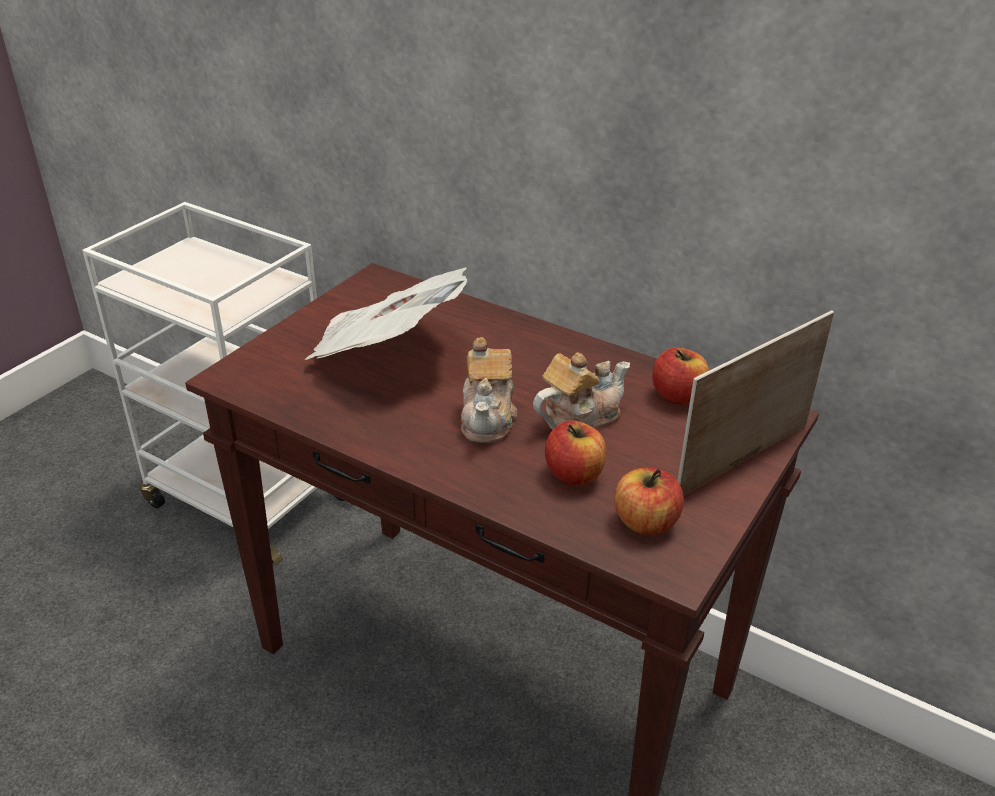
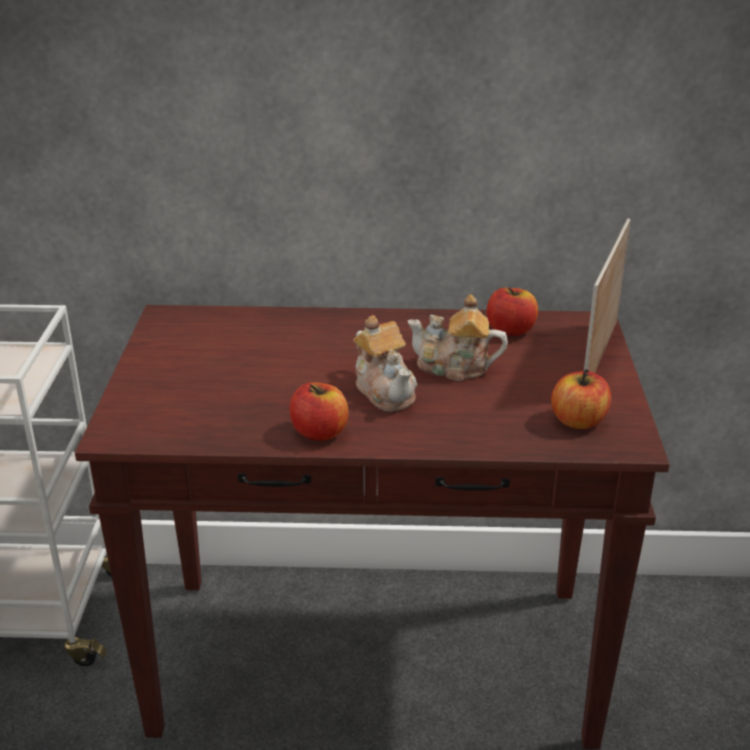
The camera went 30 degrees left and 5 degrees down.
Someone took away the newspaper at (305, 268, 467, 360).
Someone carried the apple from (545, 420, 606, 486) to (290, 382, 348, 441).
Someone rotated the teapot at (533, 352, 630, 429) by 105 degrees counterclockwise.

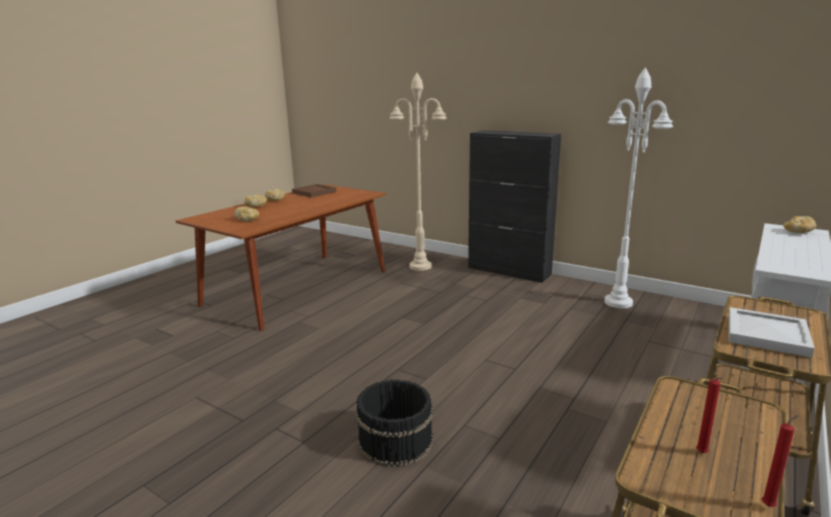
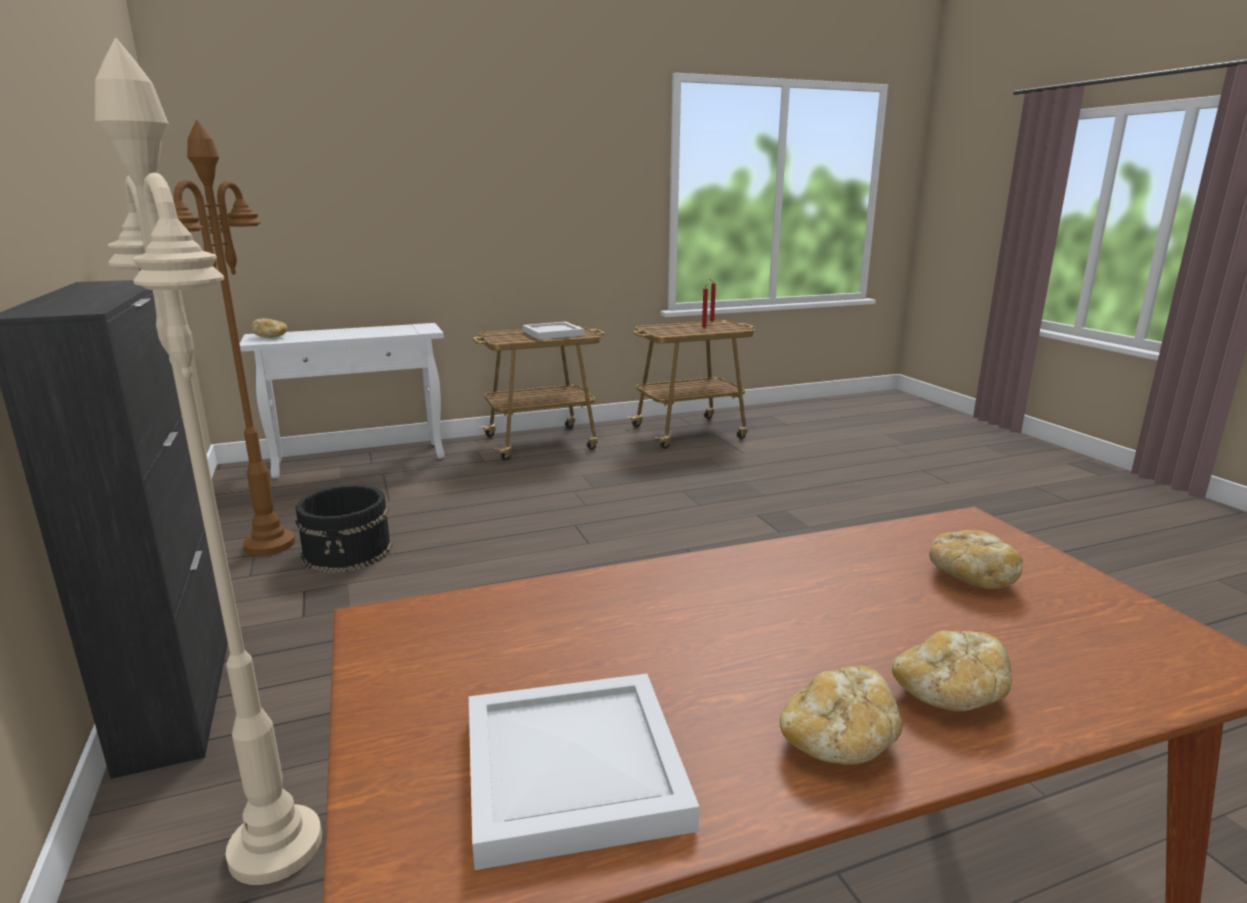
The camera went 145 degrees left and 0 degrees up.
Someone carried the black bucket from (355, 379, 433, 467) to (295, 485, 392, 573).
Someone repainted the brown tray at (292, 184, 336, 198), which became the white tray at (469, 674, 699, 870).
Someone repainted the white floor lamp at (604, 67, 673, 308), which became the brown floor lamp at (174, 120, 295, 556).

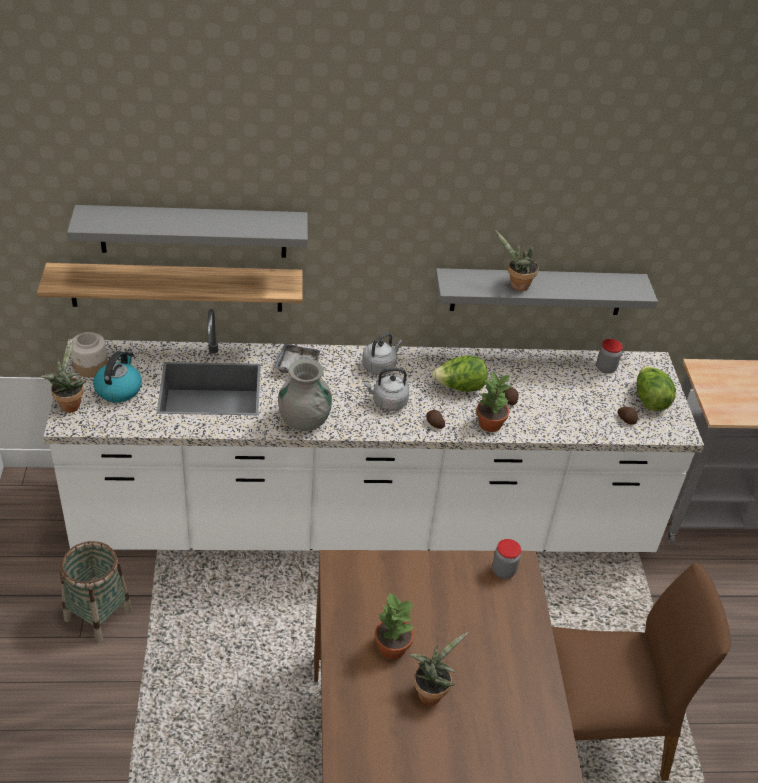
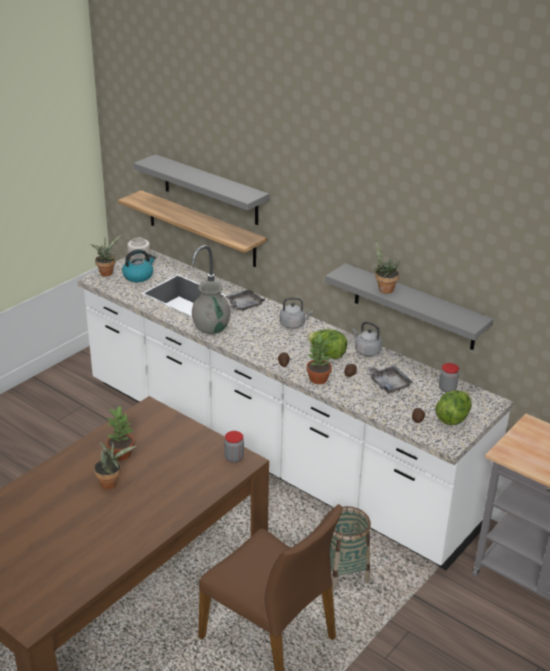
The camera went 45 degrees right and 10 degrees down.
Someone put down the grey tray at (367, 365, 414, 394).
Someone carried the basket from (60, 541, 132, 643) to (330, 506, 371, 590).
Someone carried the grey kettle from (364, 368, 409, 411) to (352, 322, 382, 356).

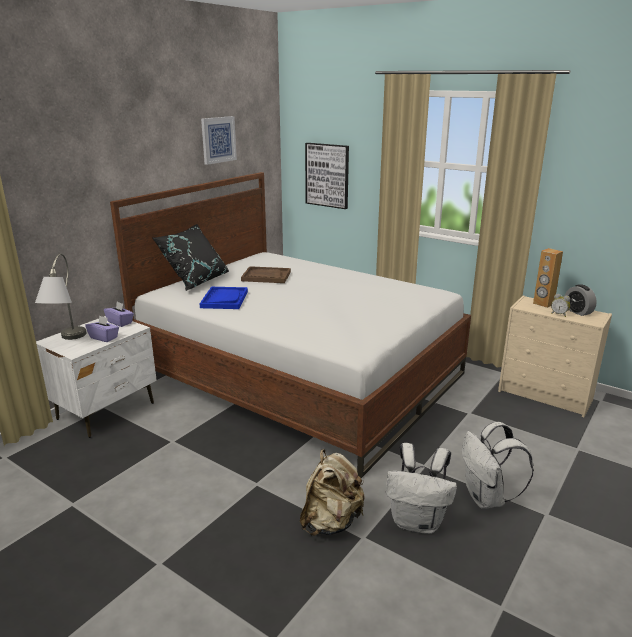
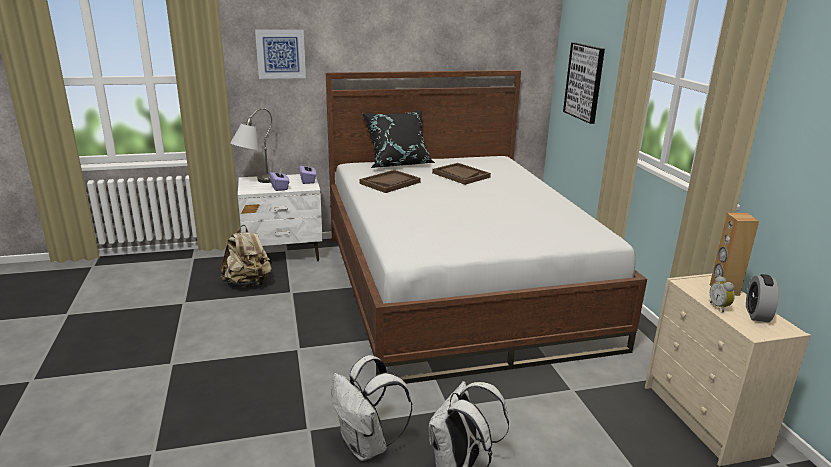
The camera went 40 degrees right and 0 degrees up.
Someone carried the picture from (201, 116, 237, 165) to (255, 30, 306, 79).
Someone carried the beige backpack from (300, 449, 365, 536) to (220, 225, 272, 287).
Someone repainted the blue tray at (200, 287, 248, 309), which became the brown tray at (360, 170, 421, 193).

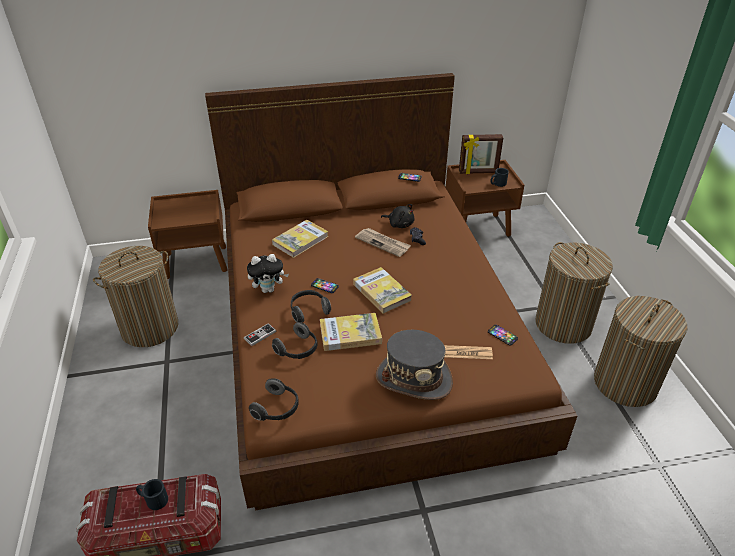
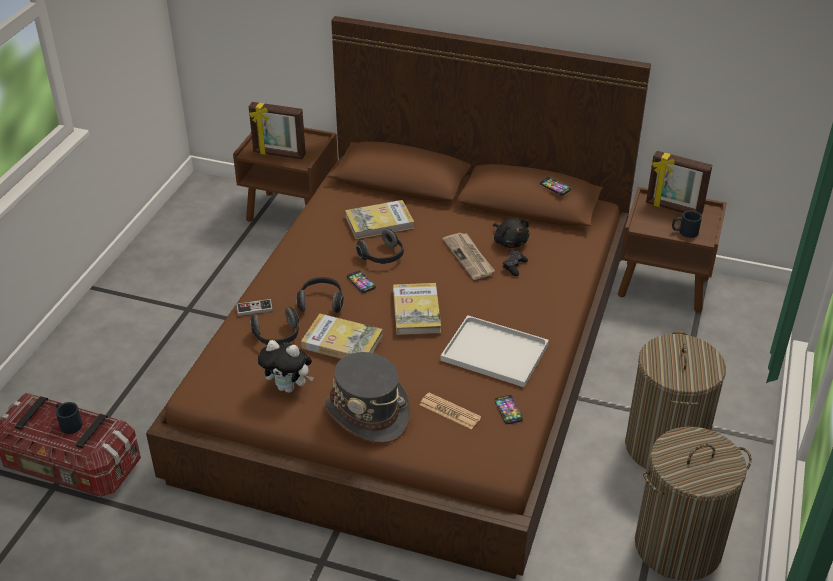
The camera went 30 degrees right and 0 degrees up.
Someone took away the laundry basket at (93, 246, 178, 347).
Someone put down the picture frame at (249, 102, 306, 159).
Someone put down the white tray at (440, 315, 549, 387).
Someone carried the plush toy from (247, 254, 289, 293) to (258, 340, 314, 393).
Someone carried the headphones from (249, 378, 299, 421) to (356, 228, 404, 264).

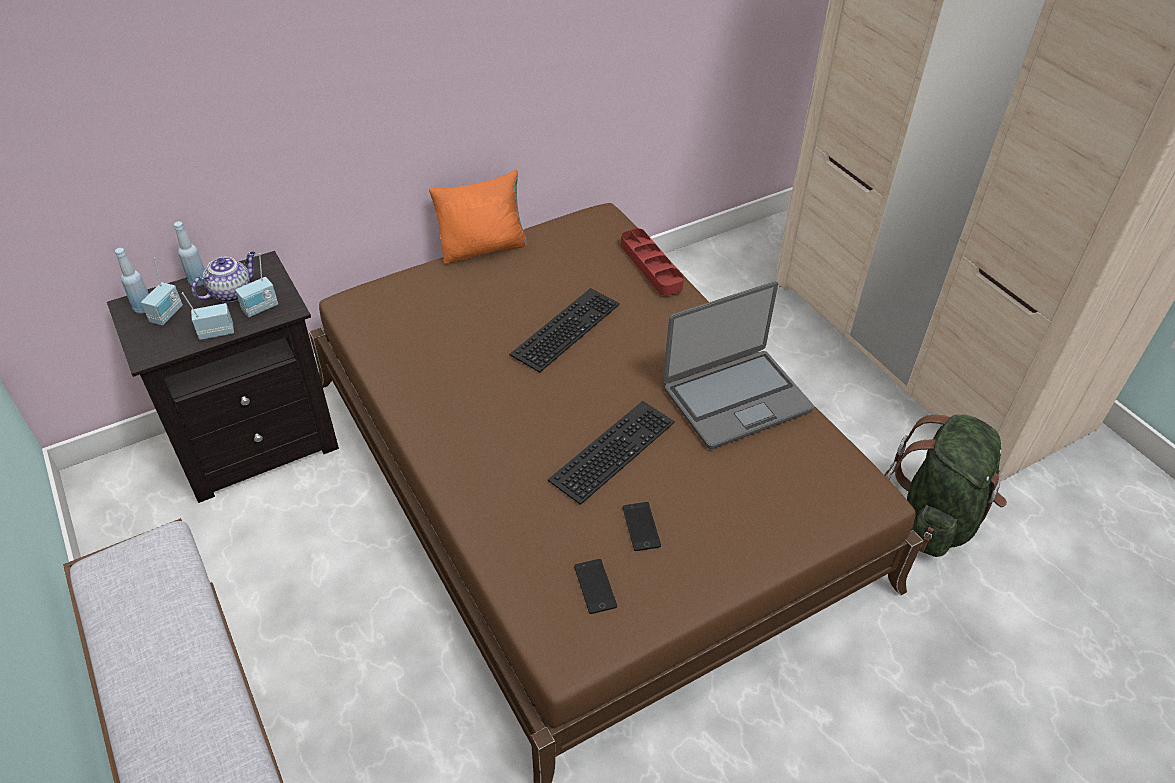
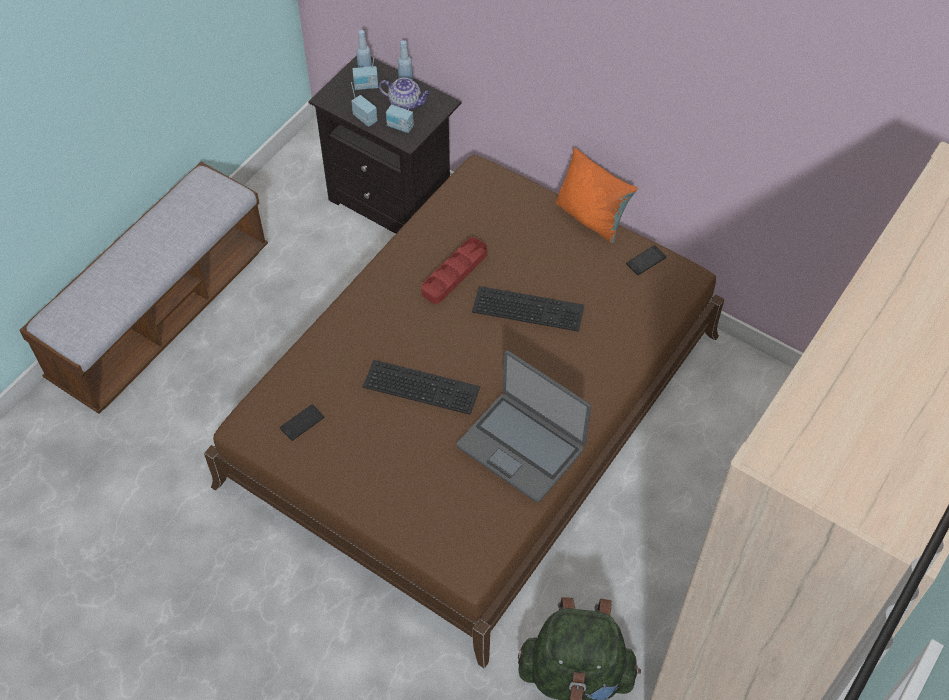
The camera went 65 degrees right and 10 degrees up.
Someone carried the red tray from (621, 228, 684, 296) to (421, 237, 487, 304).
Someone carried the phone from (623, 502, 661, 551) to (626, 245, 667, 275).

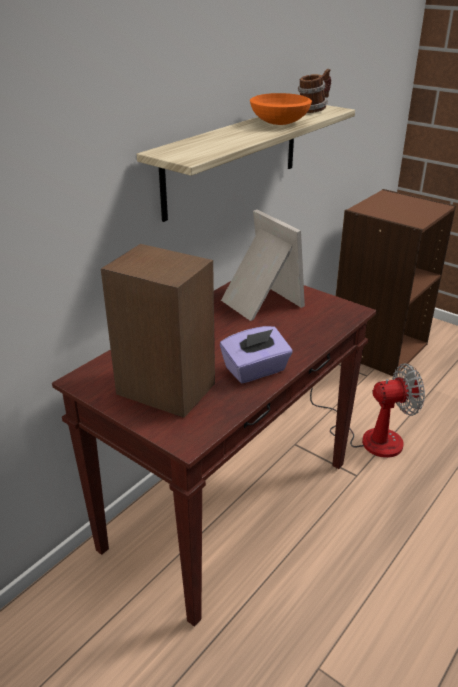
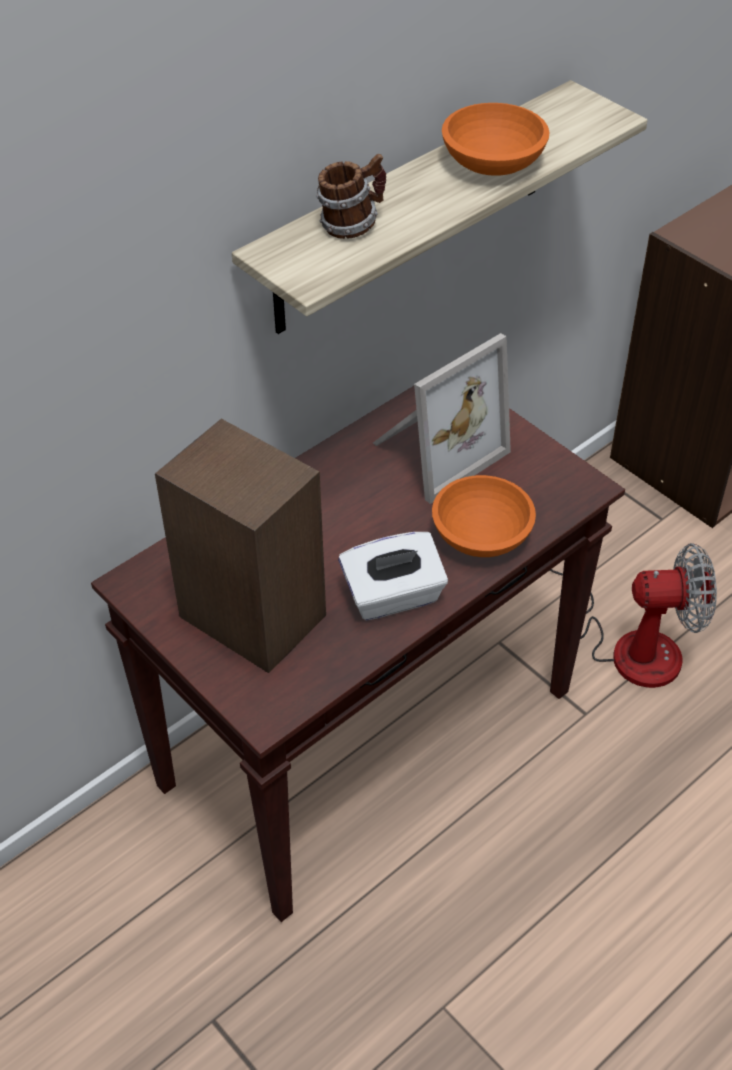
The camera went 10 degrees right and 15 degrees up.
Someone put down the orange bowl at (432, 475, 536, 557).
Someone carried the mug from (298, 69, 331, 113) to (316, 154, 386, 239).
Someone repainted the purple tissue box at (220, 326, 293, 383), which became the white tissue box at (338, 532, 448, 620).
Someone rotated the picture frame at (221, 210, 305, 321) by 75 degrees clockwise.

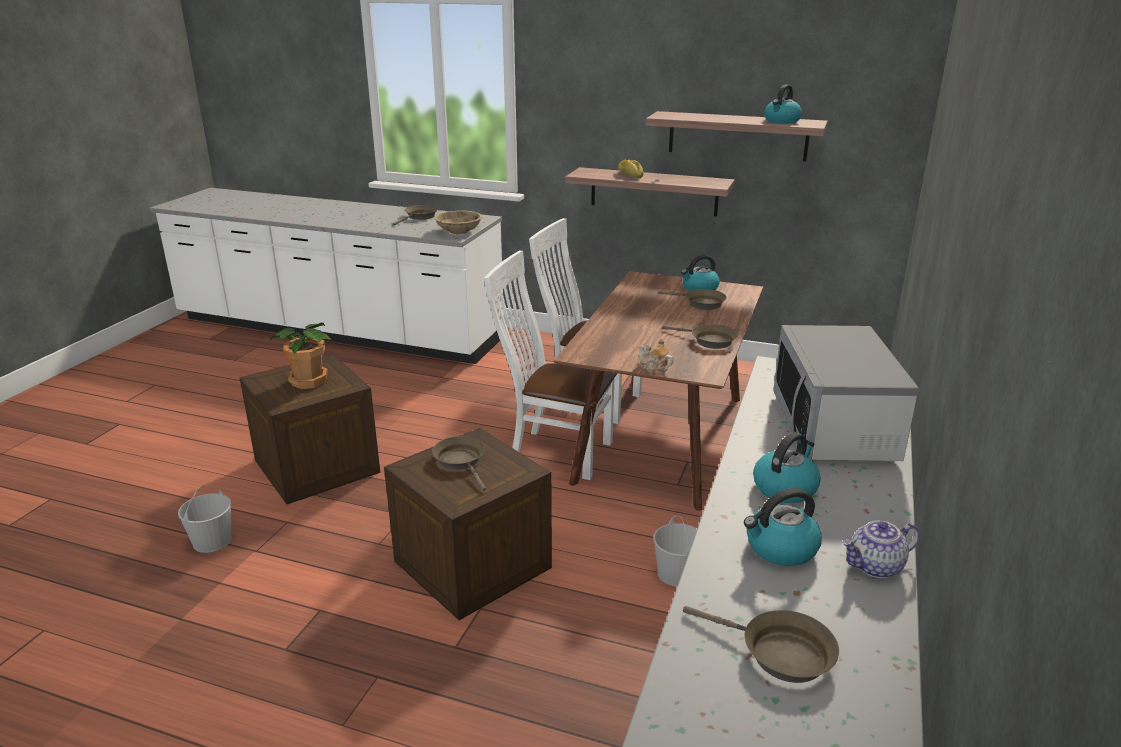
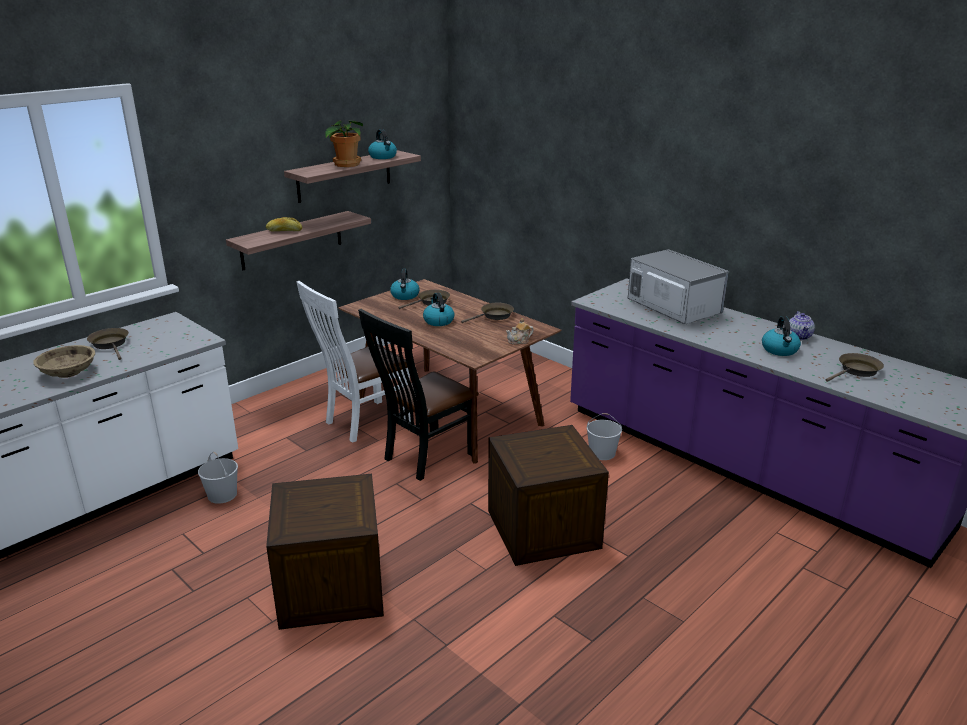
The camera went 65 degrees left and 0 degrees up.
Someone took away the brown frying pan at (432, 436, 486, 491).
Someone carried the white bucket from (178, 485, 232, 553) to (198, 452, 238, 504).
Someone carried the potted plant from (270, 323, 331, 389) to (326, 120, 363, 167).
Someone carried the beige bowl from (435, 210, 482, 234) to (33, 345, 95, 378).
Someone carried the kettle from (753, 432, 821, 503) to (423, 293, 455, 326).
Someone repainted the white chair at (484, 251, 617, 480), which became the black chair at (358, 309, 479, 481).
Someone rotated the microwave at (773, 325, 919, 461) by 150 degrees counterclockwise.

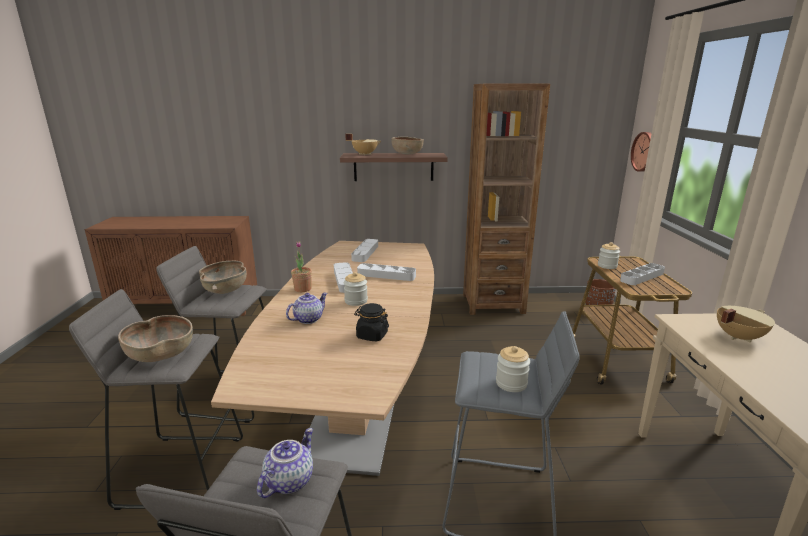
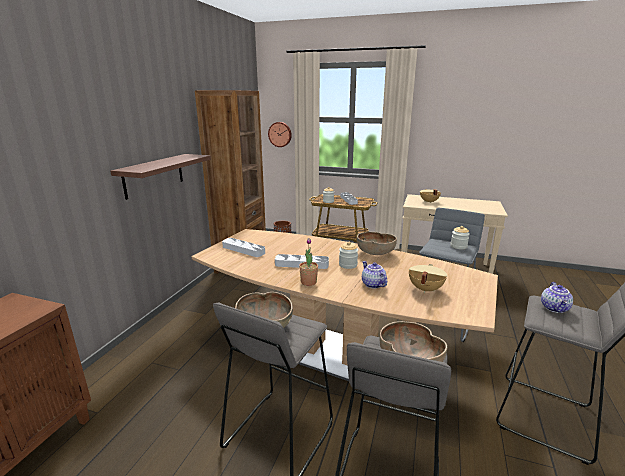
The camera went 70 degrees left and 0 degrees up.
Someone took away the black jar at (354, 303, 389, 341).
Someone took away the grey tray at (357, 263, 416, 281).
Someone carried the beige cooking pot from (345, 134, 381, 155) to (409, 264, 447, 293).
Someone carried the brown bowl from (391, 137, 424, 154) to (357, 232, 397, 255).
Someone rotated the teapot at (257, 428, 314, 498) by 120 degrees counterclockwise.

